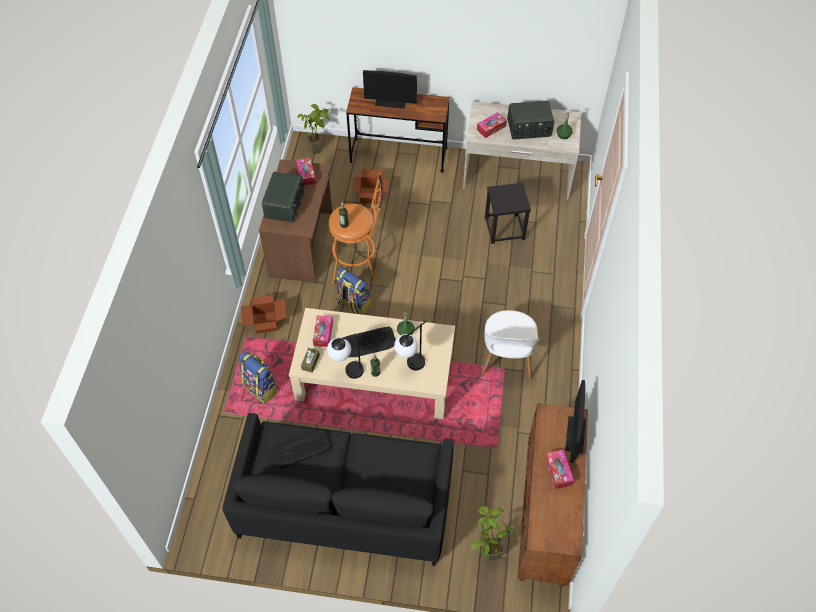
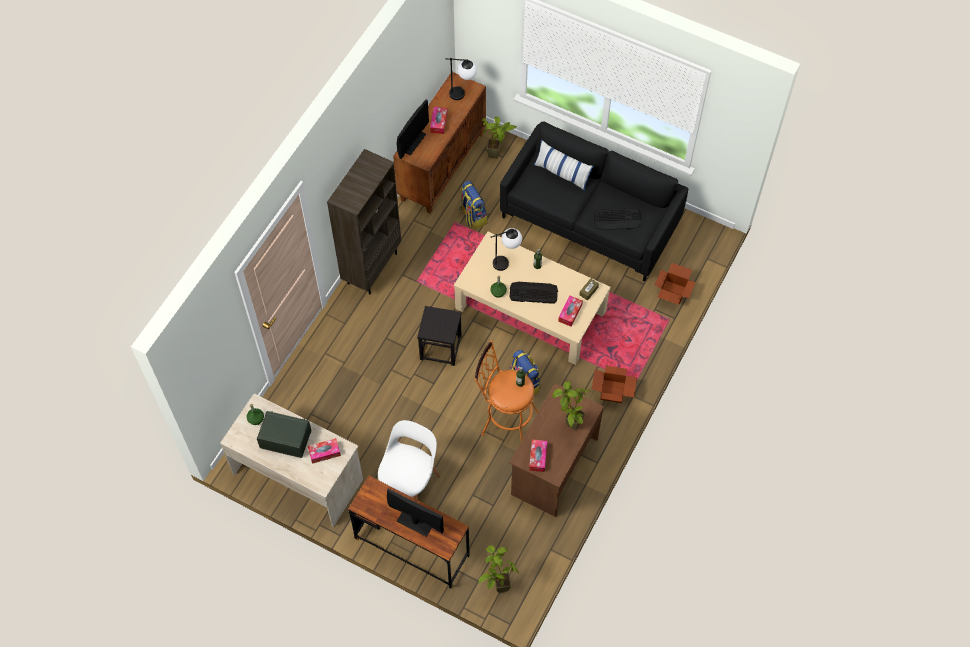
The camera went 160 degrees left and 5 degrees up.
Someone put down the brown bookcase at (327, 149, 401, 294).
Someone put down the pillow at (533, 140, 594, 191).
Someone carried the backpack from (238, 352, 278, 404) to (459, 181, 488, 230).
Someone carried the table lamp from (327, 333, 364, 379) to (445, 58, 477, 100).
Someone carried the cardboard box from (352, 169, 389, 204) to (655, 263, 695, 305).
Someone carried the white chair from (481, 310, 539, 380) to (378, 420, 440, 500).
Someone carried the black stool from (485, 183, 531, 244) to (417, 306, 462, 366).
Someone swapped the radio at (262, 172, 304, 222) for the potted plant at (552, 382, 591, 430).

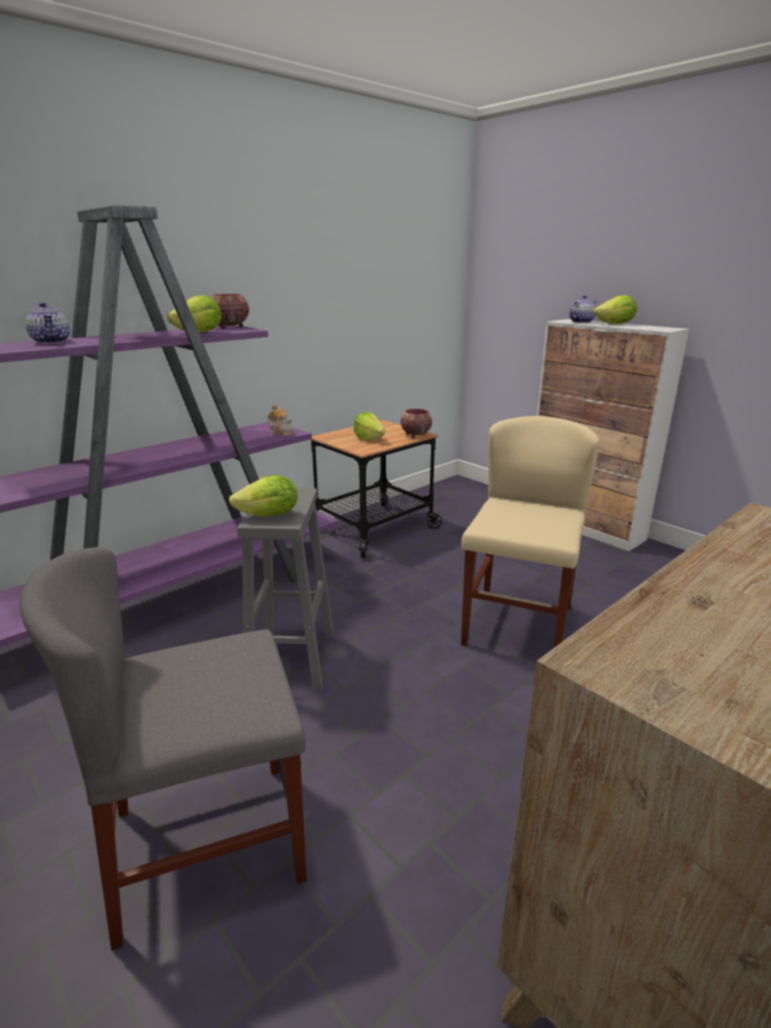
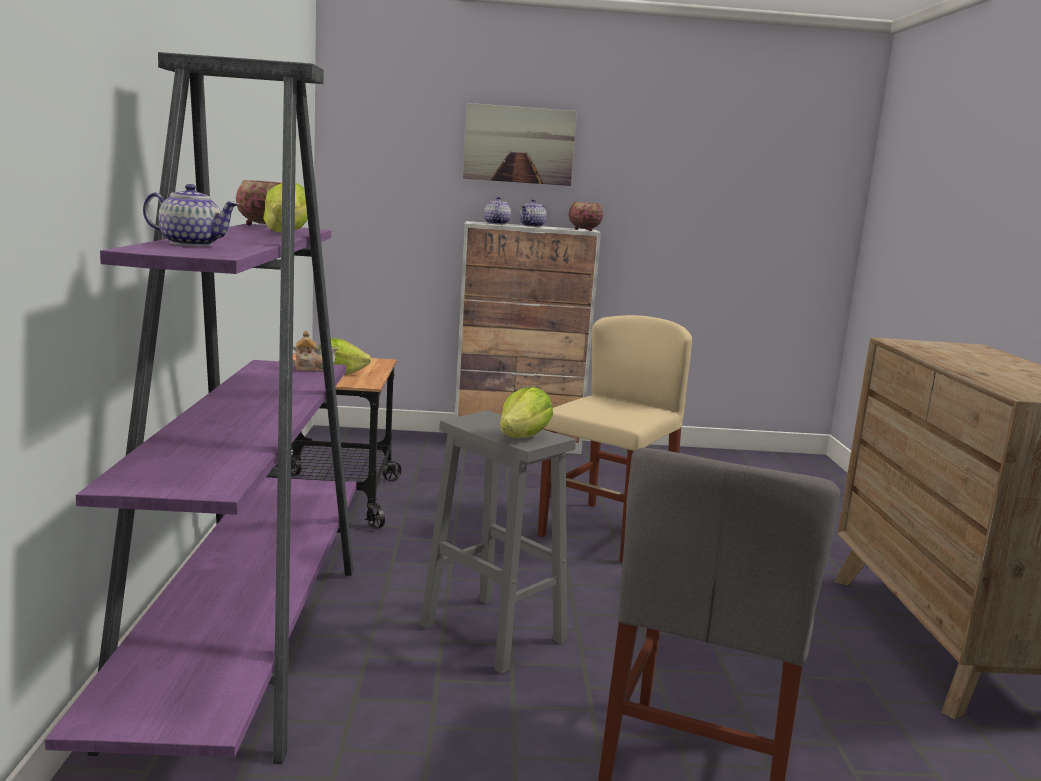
The camera went 50 degrees left and 10 degrees down.
Someone put up the picture at (463, 103, 577, 186).
Someone carried the bowl from (401, 409, 432, 438) to (569, 202, 603, 231).
Someone swapped the lettuce at (594, 295, 637, 324) for the teapot at (519, 199, 547, 227).
Someone rotated the beige chair at (461, 416, 600, 648) by 60 degrees clockwise.

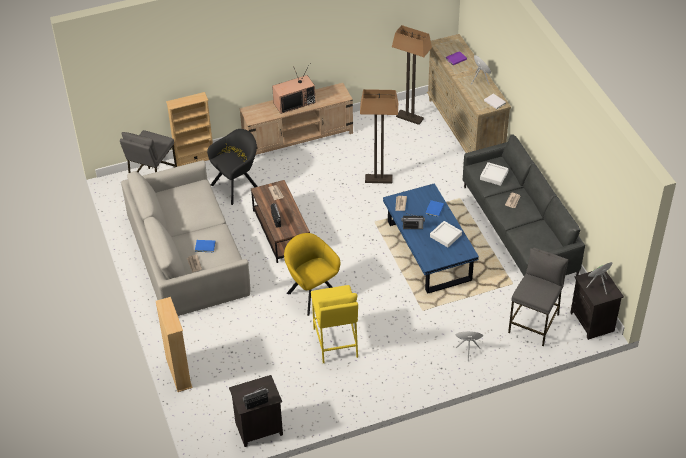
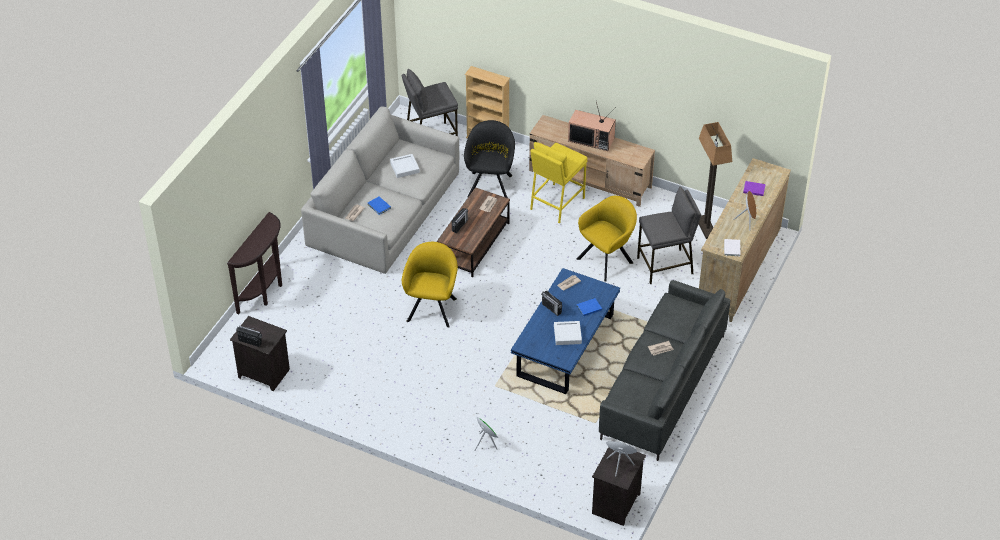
The camera went 45 degrees right and 0 degrees up.
Someone carried the yellow stool from (311, 285, 358, 363) to (530, 142, 587, 223).
Someone carried the white tray from (480, 162, 509, 186) to (390, 154, 420, 178).
Someone carried the grey stool from (508, 248, 568, 346) to (637, 186, 701, 284).
Someone swapped the beige bookcase at (156, 297, 193, 392) for the brown console table at (227, 212, 282, 314).
Someone swapped the floor lamp at (360, 89, 398, 184) for the yellow armchair at (576, 196, 637, 282).
Someone rotated the black armchair at (207, 129, 258, 205) by 90 degrees counterclockwise.

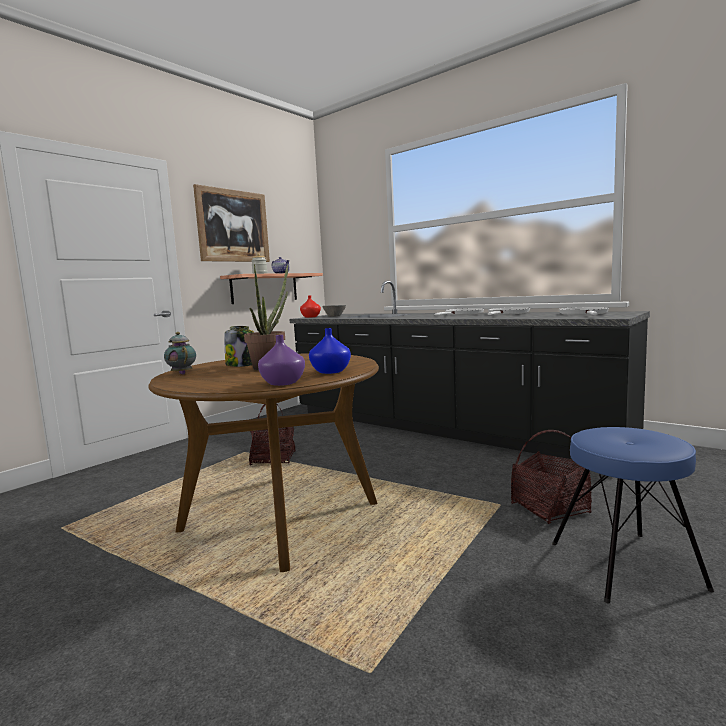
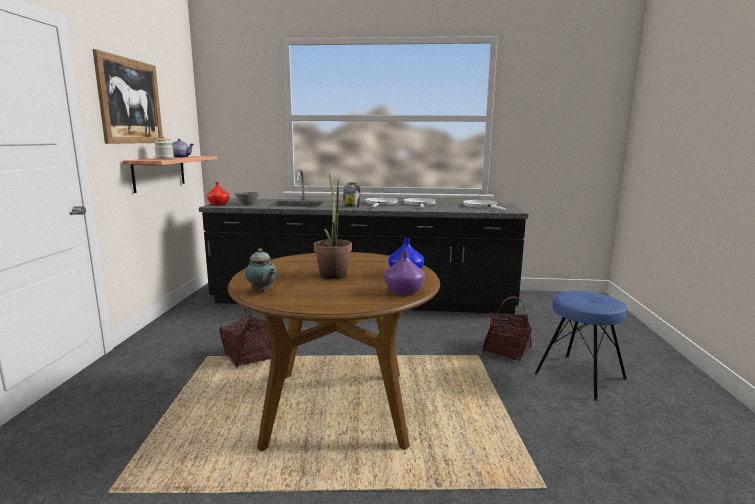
The camera went 35 degrees left and 5 degrees up.
Someone carried the jar from (224, 326, 254, 367) to (342, 182, 361, 207).
Someone rotated the teapot at (164, 332, 196, 375) by 150 degrees counterclockwise.

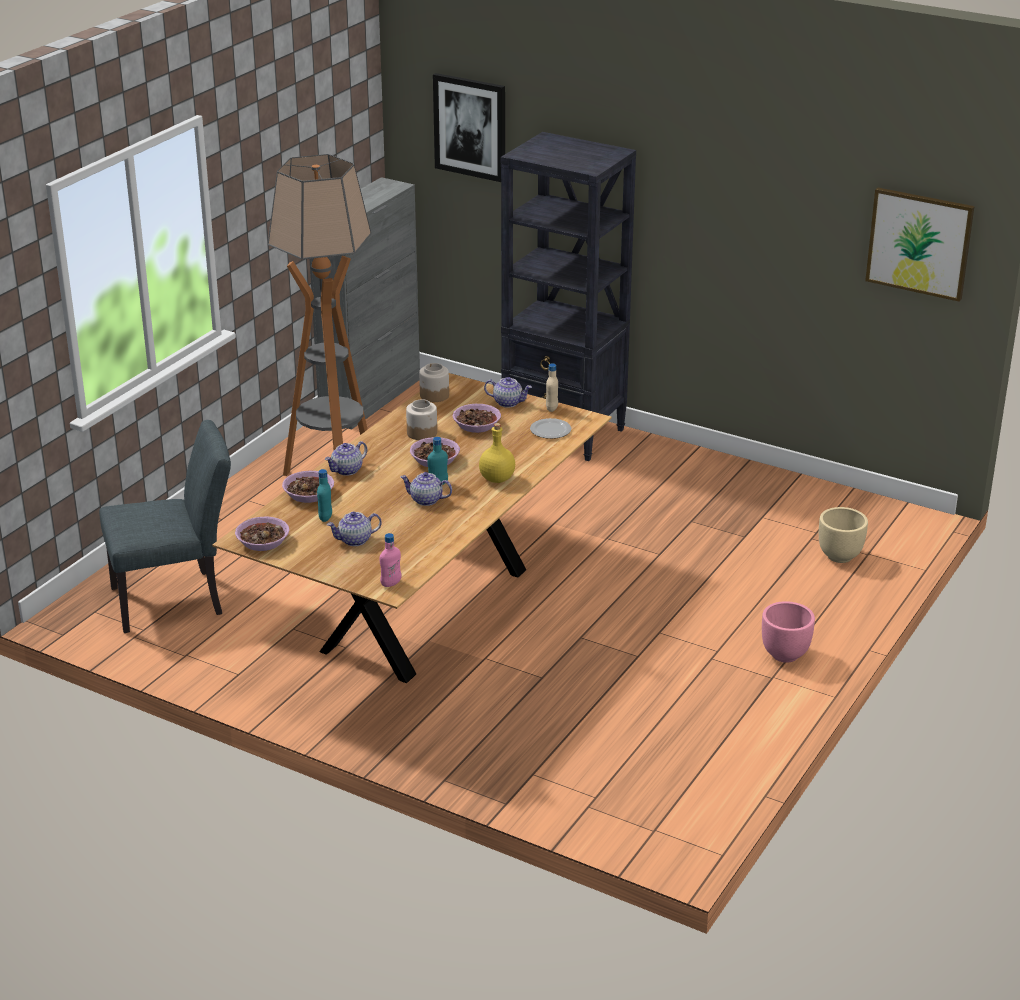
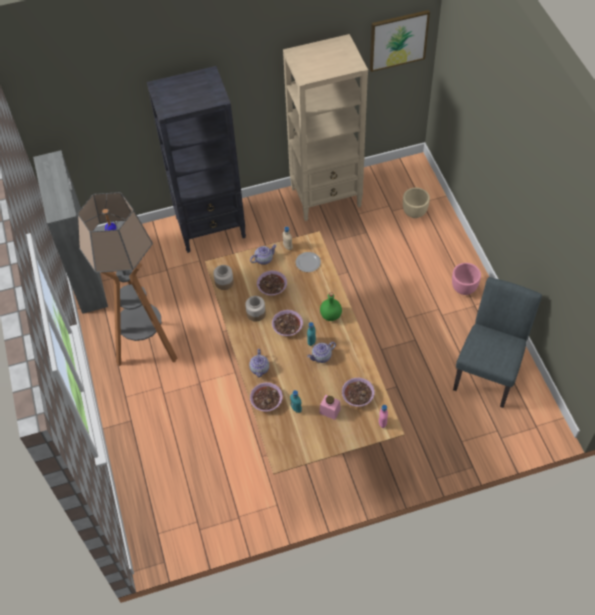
The camera went 45 degrees left and 25 degrees up.
Someone took away the picture at (433, 73, 505, 182).
Someone put down the beige bookcase at (283, 34, 368, 221).
Someone carried the grey chair from (99, 420, 231, 633) to (453, 277, 542, 408).
Someone carried the bowl from (235, 517, 289, 551) to (342, 378, 375, 407).
Someone swapped the teapot at (327, 511, 382, 546) for the pink jar at (319, 395, 341, 420).
Someone repainted the yellow bottle at (479, 423, 515, 483), which became the green bottle at (320, 292, 342, 321).

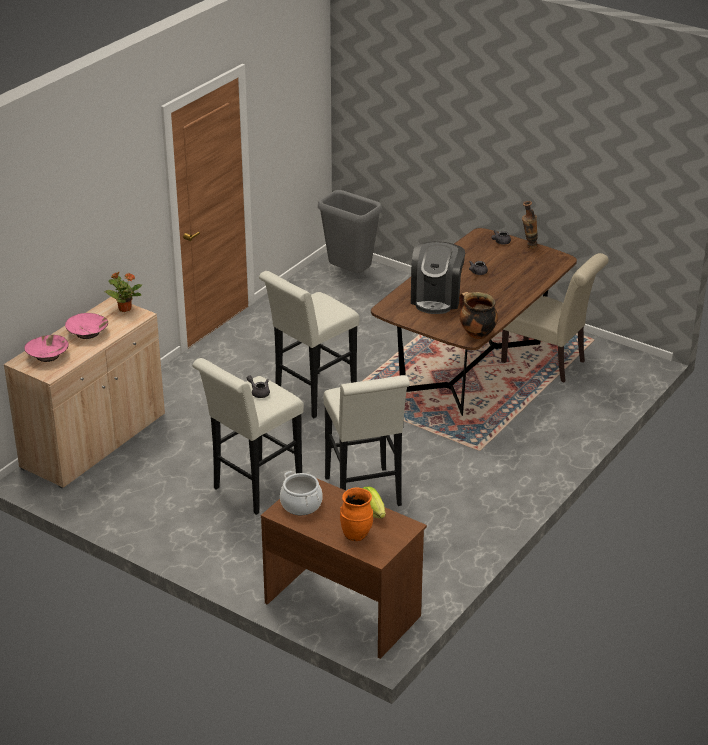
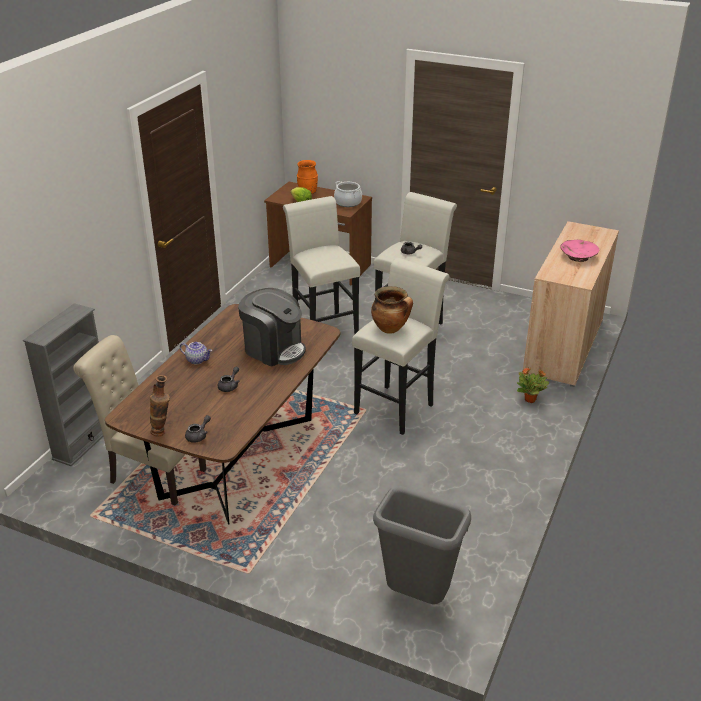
The camera went 170 degrees right and 0 degrees up.
Someone took away the pink bowl at (24, 335, 69, 362).
Someone put down the grey bookcase at (23, 303, 103, 466).
Someone put down the teapot at (180, 342, 212, 364).
Someone carried the potted plant from (104, 272, 142, 312) to (517, 367, 549, 403).
Someone carried the cooking pot from (459, 292, 498, 339) to (371, 286, 413, 334).
Someone rotated the coffee machine at (411, 241, 465, 314) by 120 degrees clockwise.

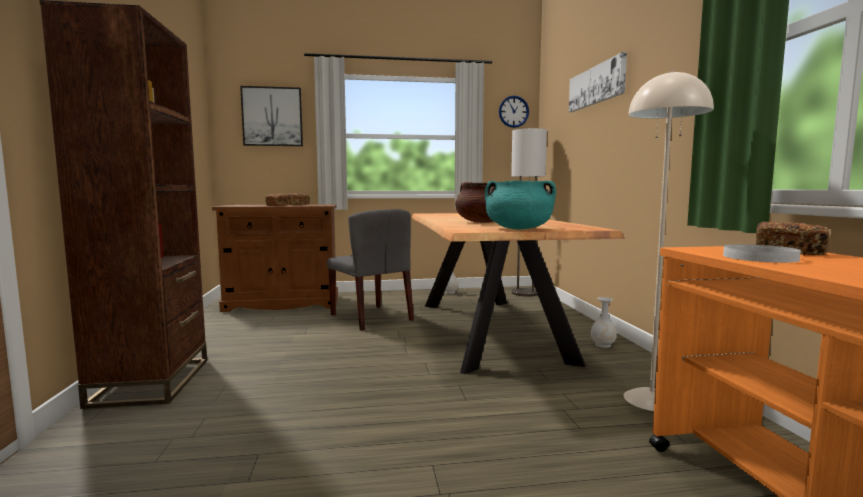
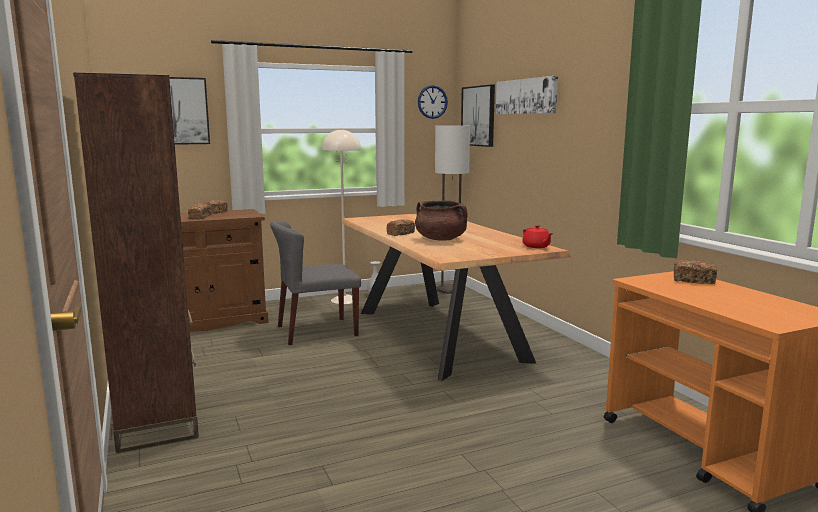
The camera went 15 degrees left and 5 degrees up.
Someone took away the turquoise cooking pot at (485, 181, 556, 229).
Someone took away the white vase at (591, 297, 617, 348).
Someone took away the white plate at (723, 244, 801, 263).
Someone put down the bread at (386, 219, 415, 236).
Someone put up the picture at (461, 84, 495, 147).
Someone put down the red teapot at (522, 225, 553, 248).
Someone carried the beige floor lamp from (624, 71, 714, 411) to (322, 129, 361, 304).
Someone rotated the grey chair at (327, 209, 414, 331) by 120 degrees clockwise.

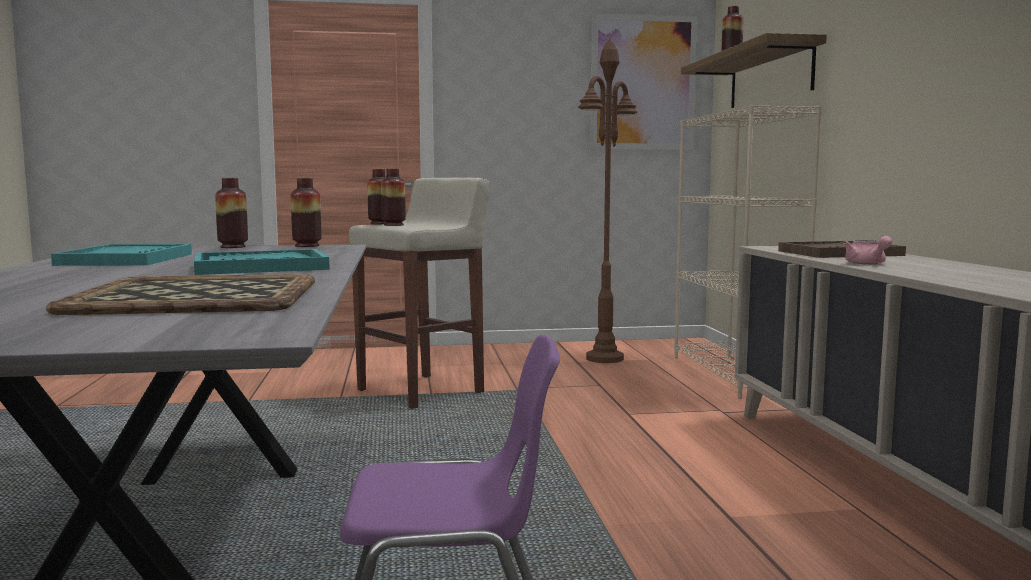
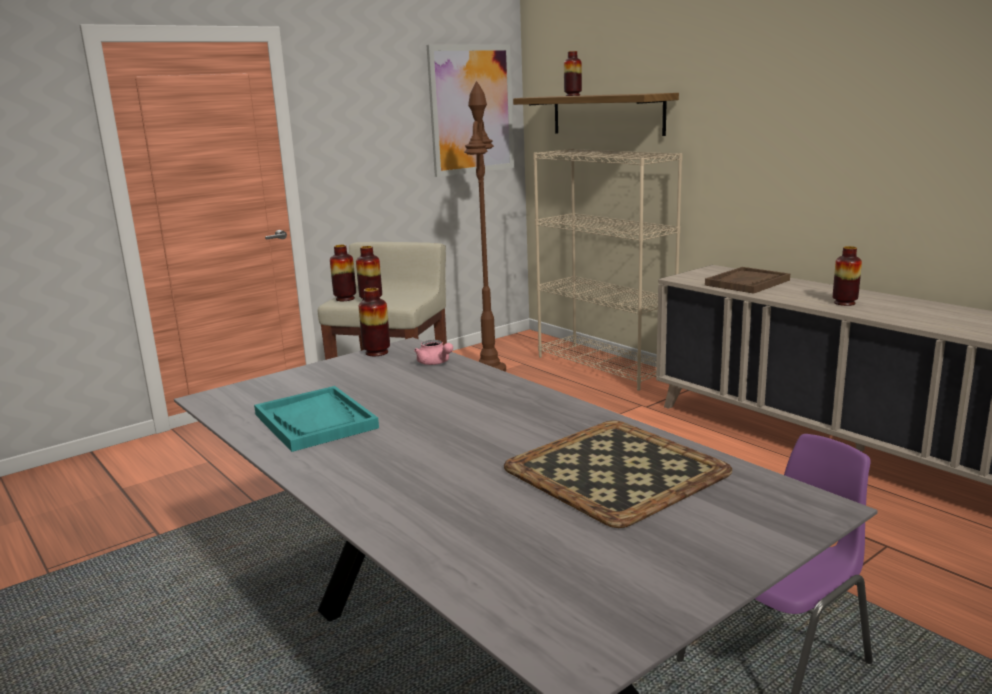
The camera went 30 degrees left and 10 degrees up.
Someone took away the turquoise tray at (194, 249, 330, 275).
Someone carried the vase from (215, 178, 248, 248) to (833, 246, 862, 306).
Someone carried the pink teapot from (843, 236, 892, 264) to (414, 340, 453, 365).

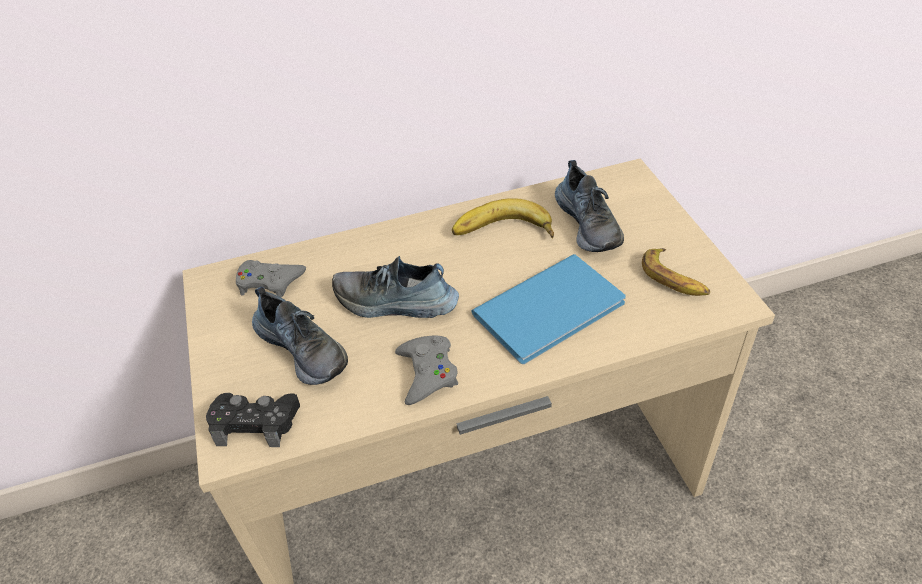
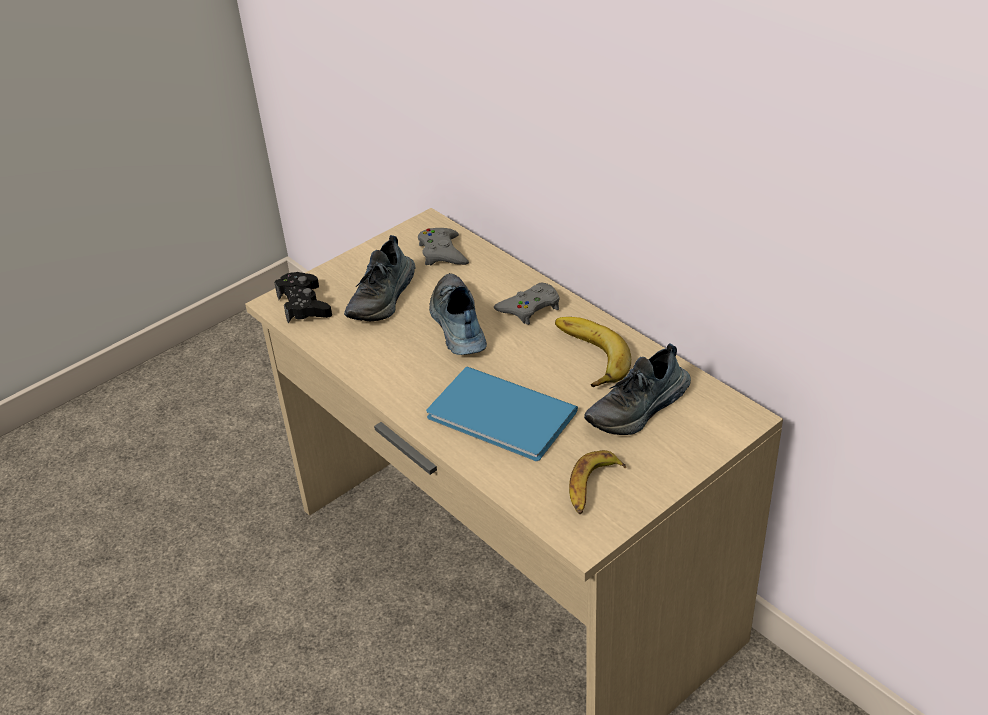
The camera went 65 degrees right and 5 degrees down.
Someone carried the grey game controller from (395, 335, 458, 405) to (494, 283, 560, 325).

